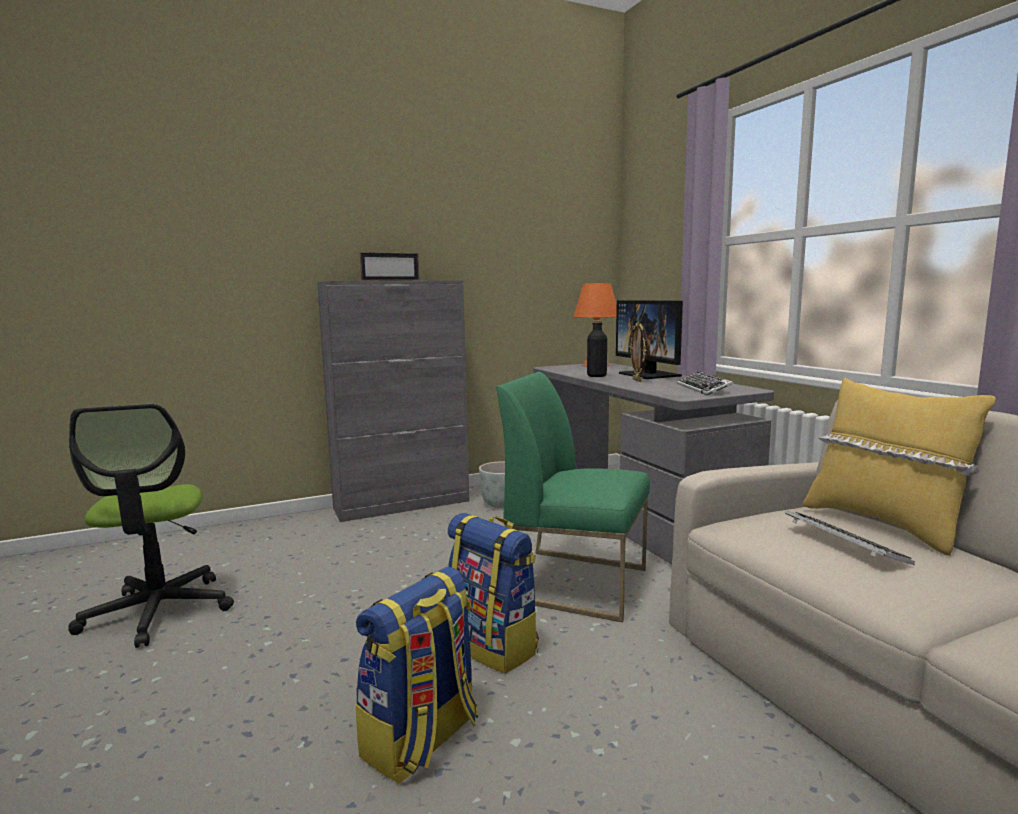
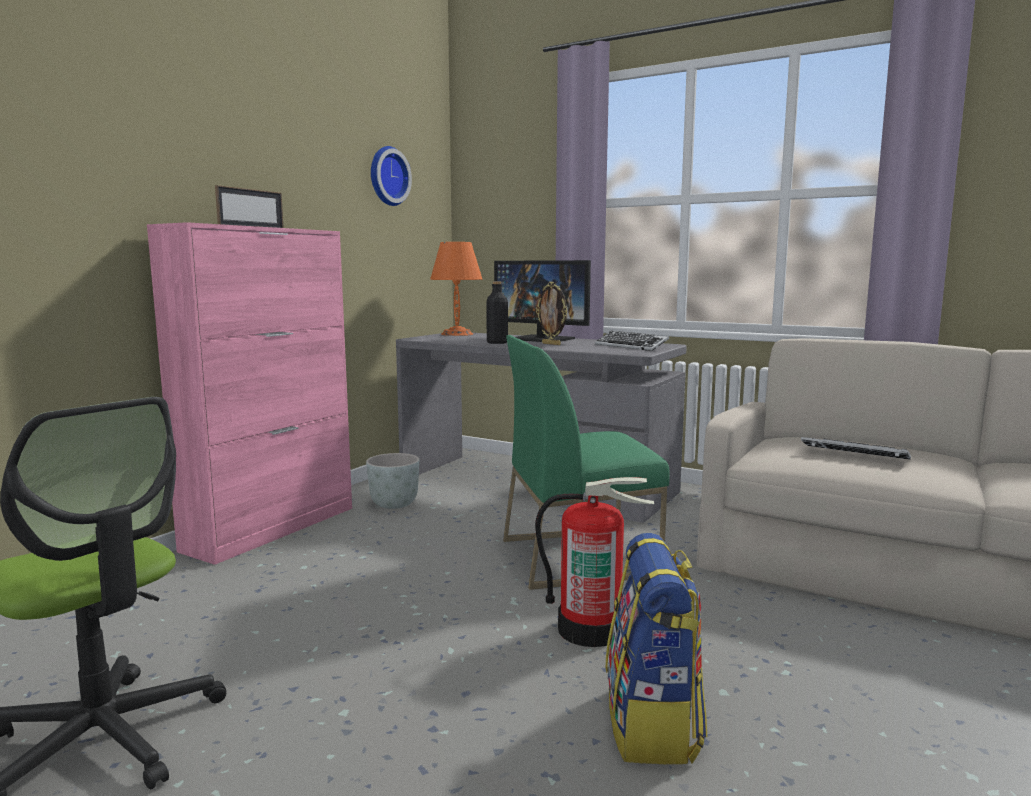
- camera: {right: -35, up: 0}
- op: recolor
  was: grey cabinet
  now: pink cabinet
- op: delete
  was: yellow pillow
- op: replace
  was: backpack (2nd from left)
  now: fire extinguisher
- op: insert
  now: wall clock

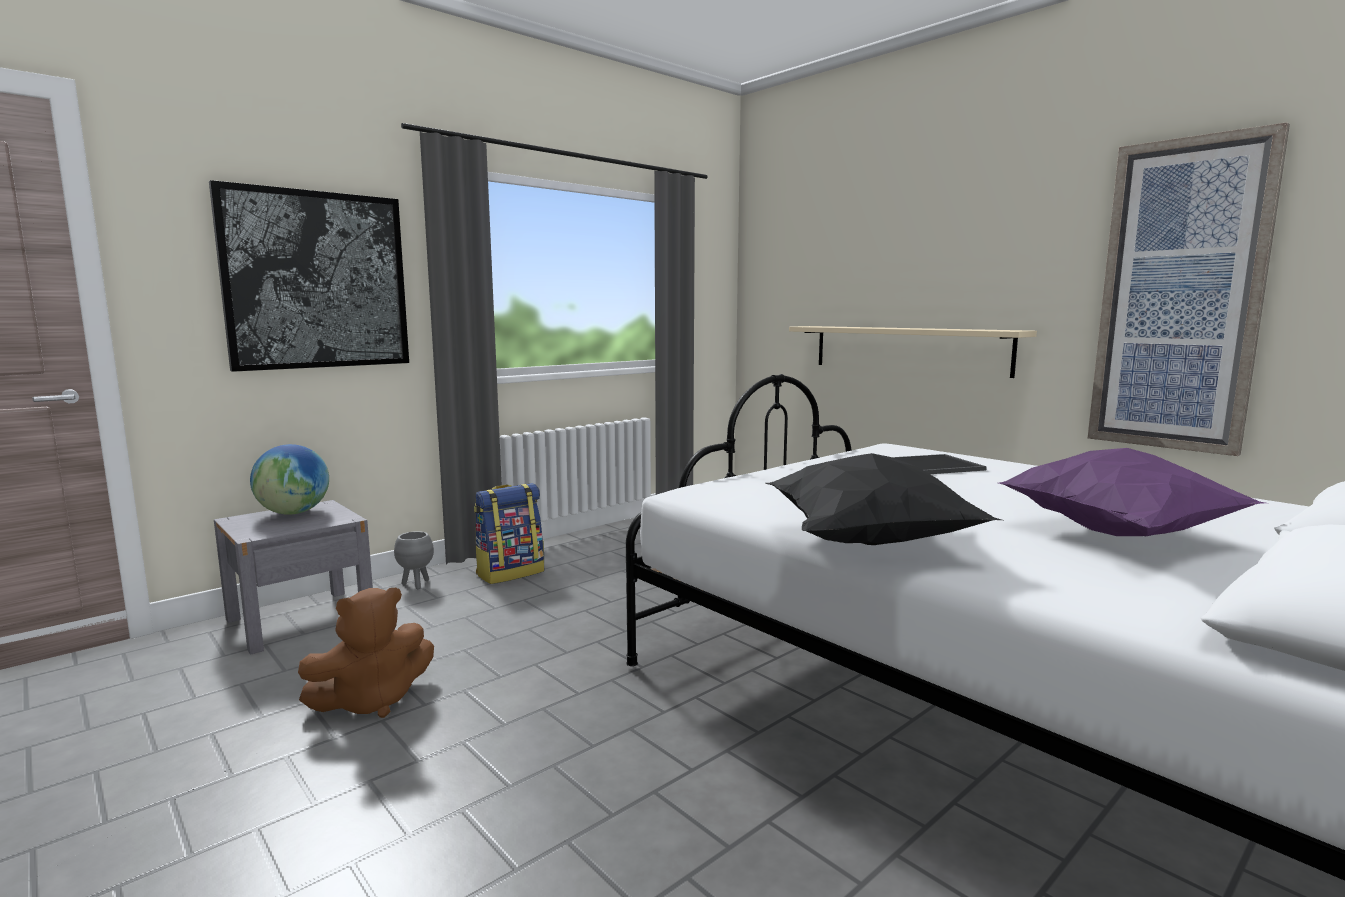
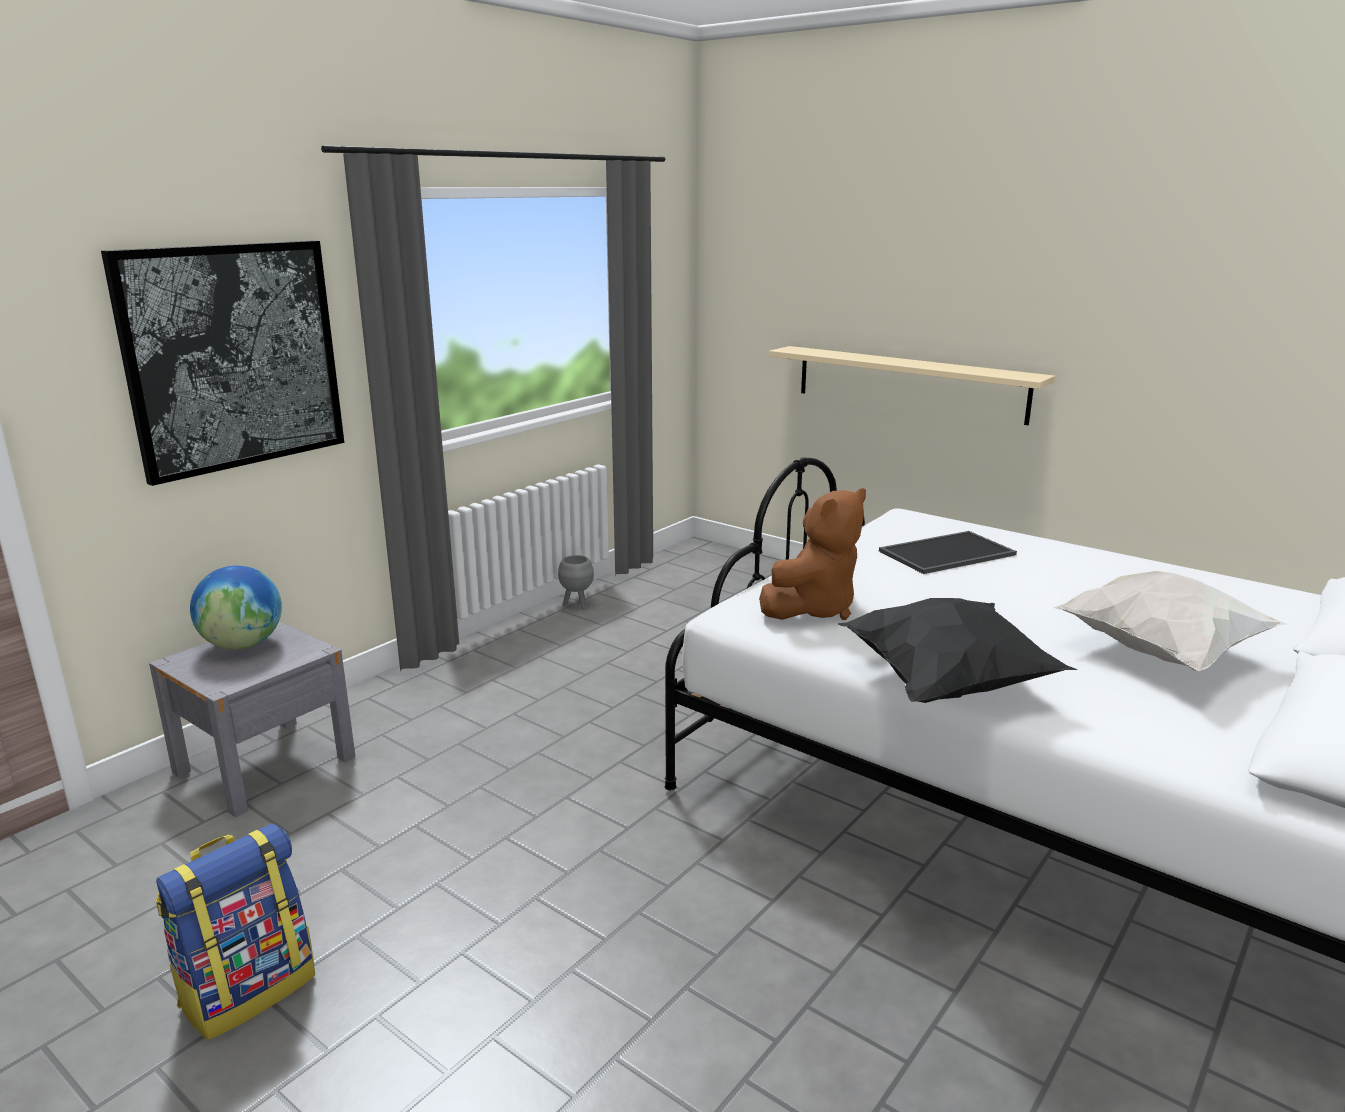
- camera: {right: -10, up: 10}
- op: delete
  was: picture (2nd from left)
- op: recolor
  was: purple pillow
  now: white pillow
- op: move
  was: backpack
- op: move
  was: grey planter
- op: move
  was: brown plush toy

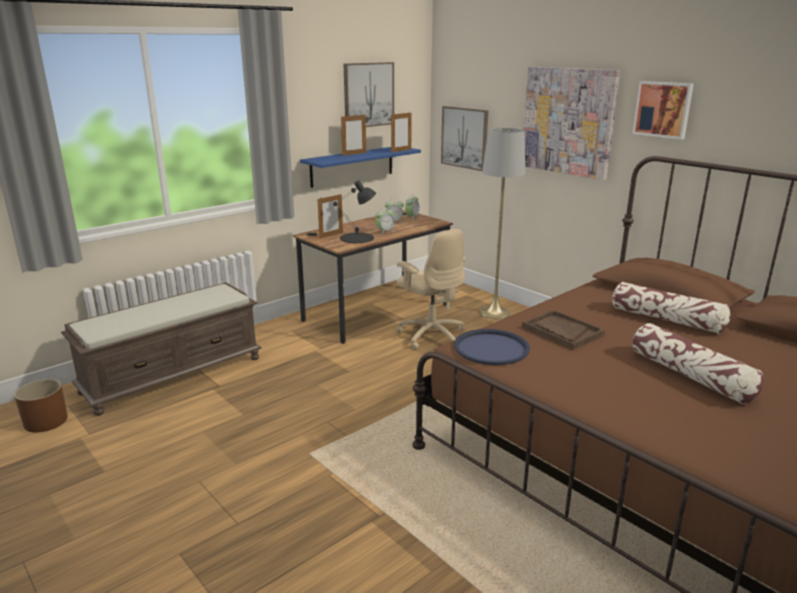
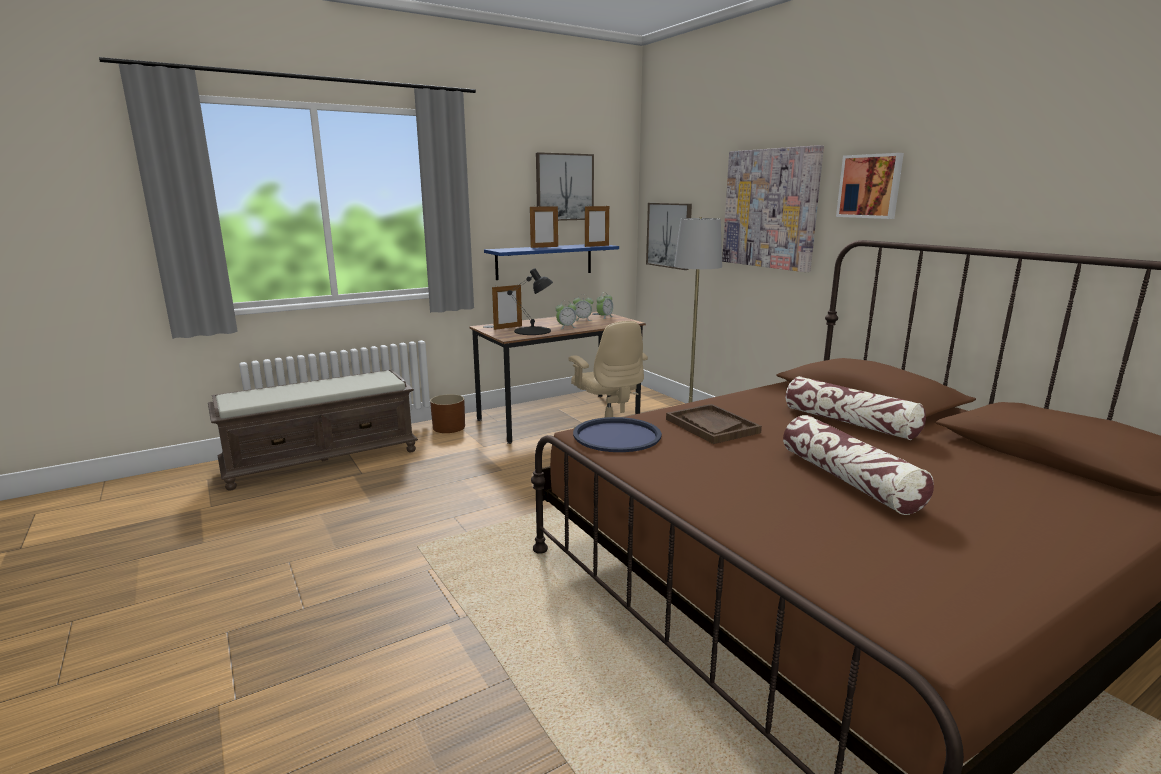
- camera: {right: 10, up: -5}
- op: move
  was: brown planter

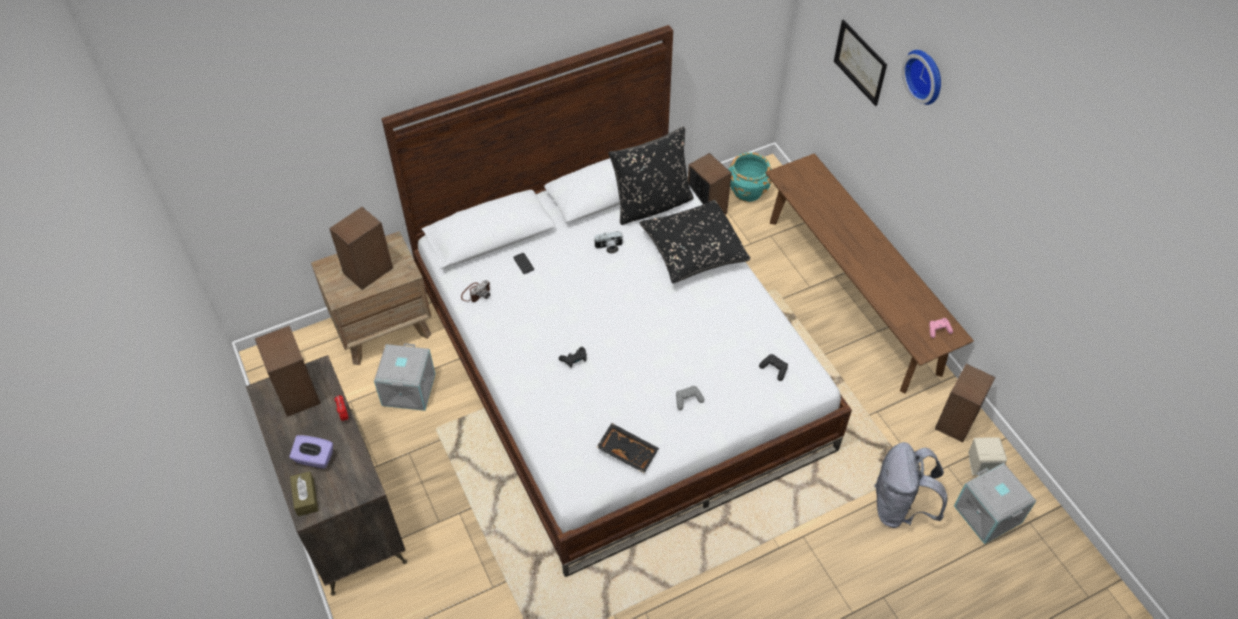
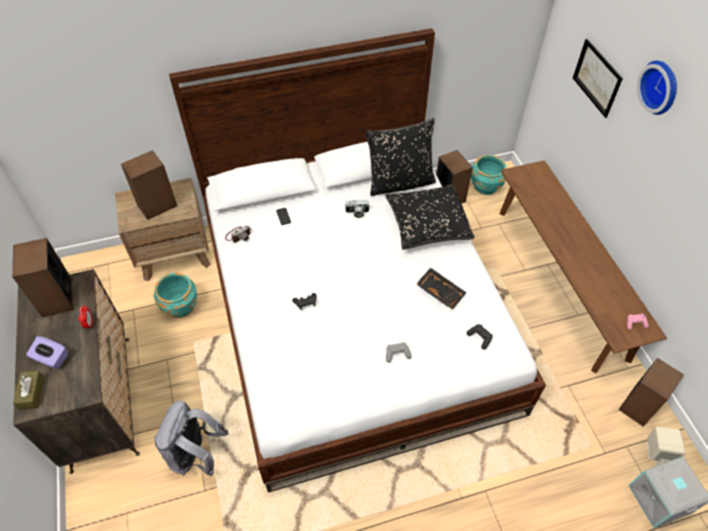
- camera: {right: 10, up: 0}
- op: replace
  was: grey storage box (1st from left)
  now: turquoise planter (1st from left)
- op: move
  was: black tray
- op: move
  was: grey backpack

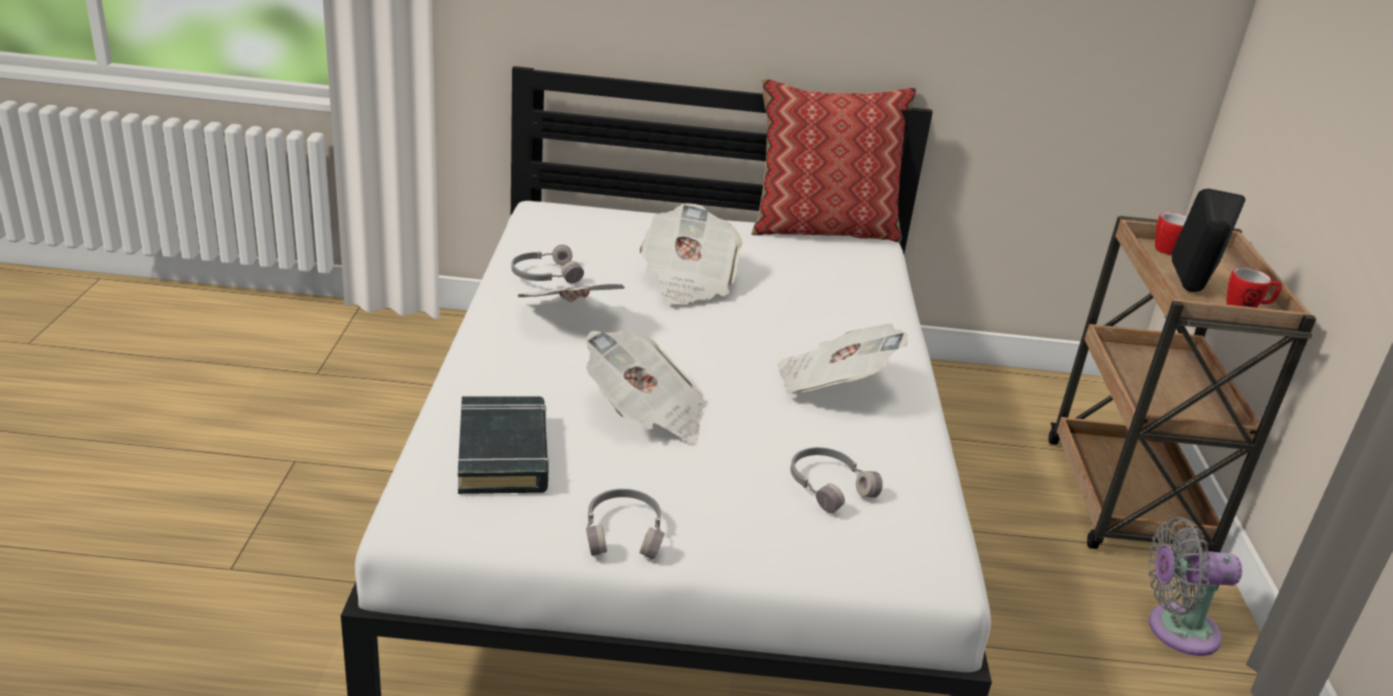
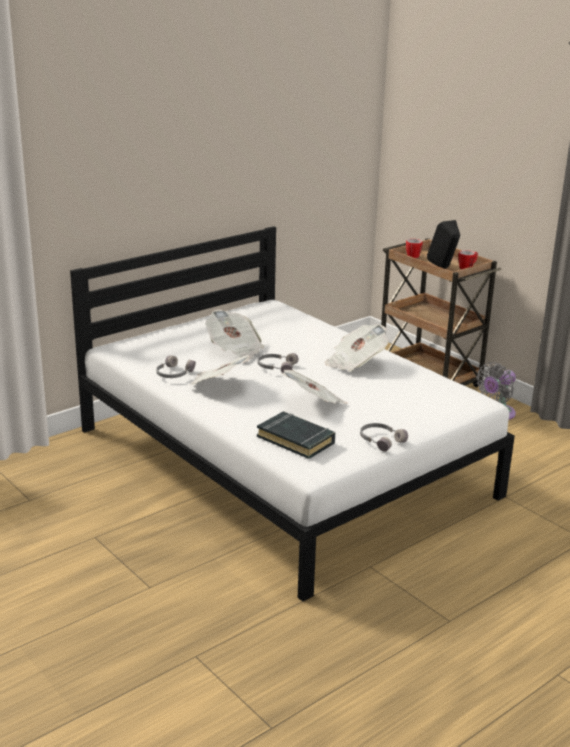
- camera: {right: -40, up: -5}
- op: delete
  was: pillow
- op: move
  was: grey headphones (3rd from left in the first image)
  now: grey headphones (2nd from left)

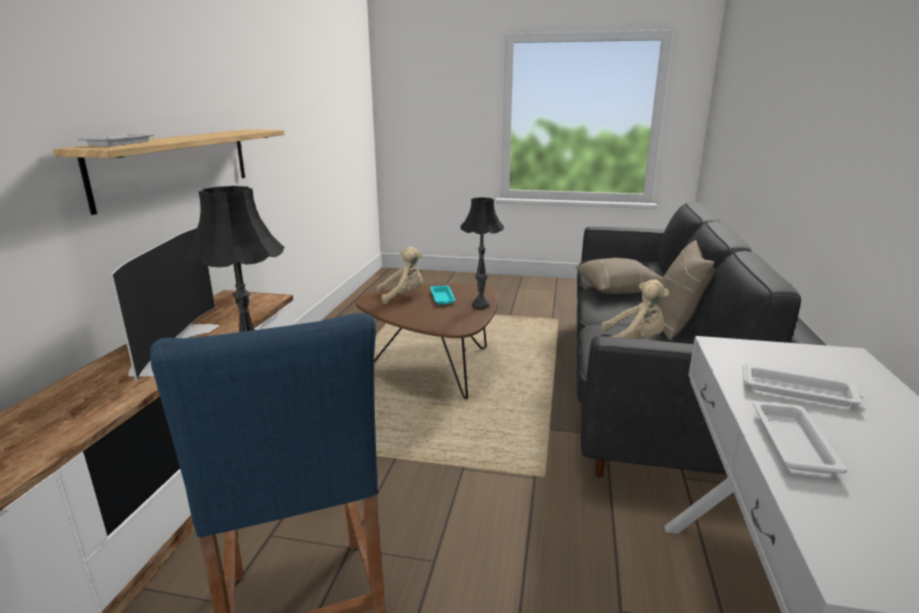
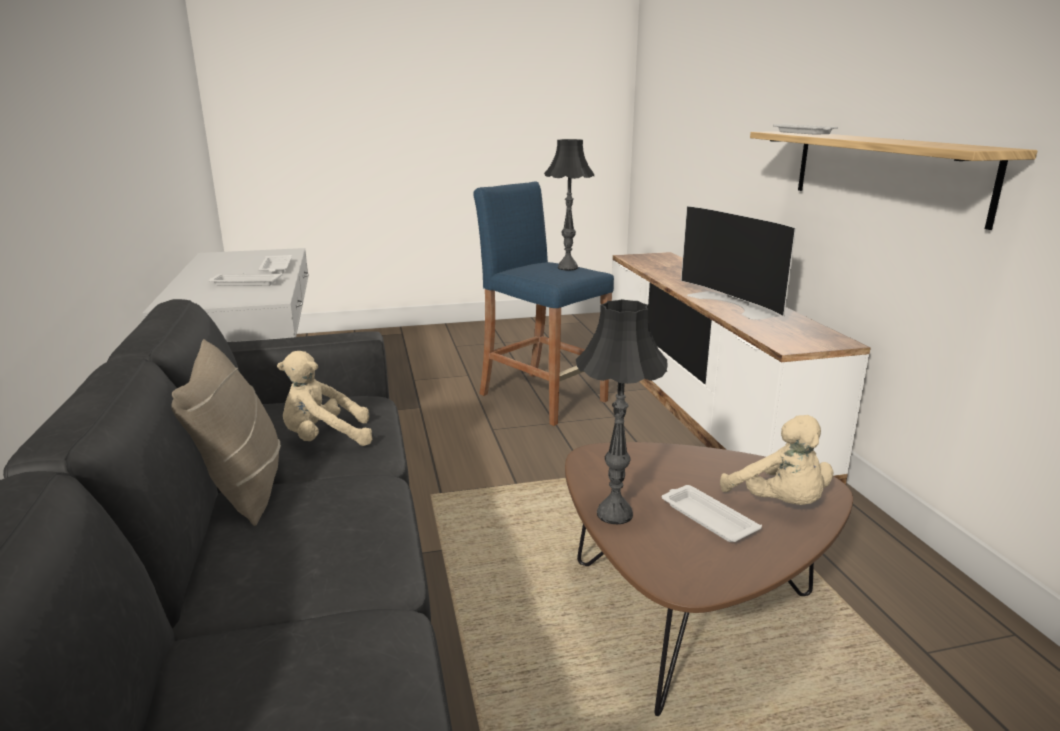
- camera: {right: 155, up: 0}
- op: rotate
  was: beige plush toy (1st from left in the first image)
  clockwise: -75
- op: delete
  was: beige pillow (1st from left)
- op: recolor
  was: turquoise tray
  now: white tray (3rd from left)

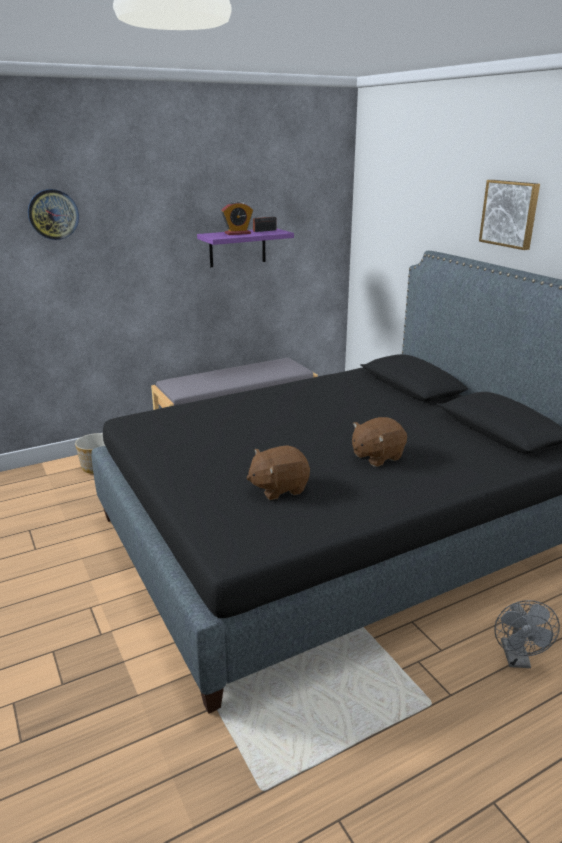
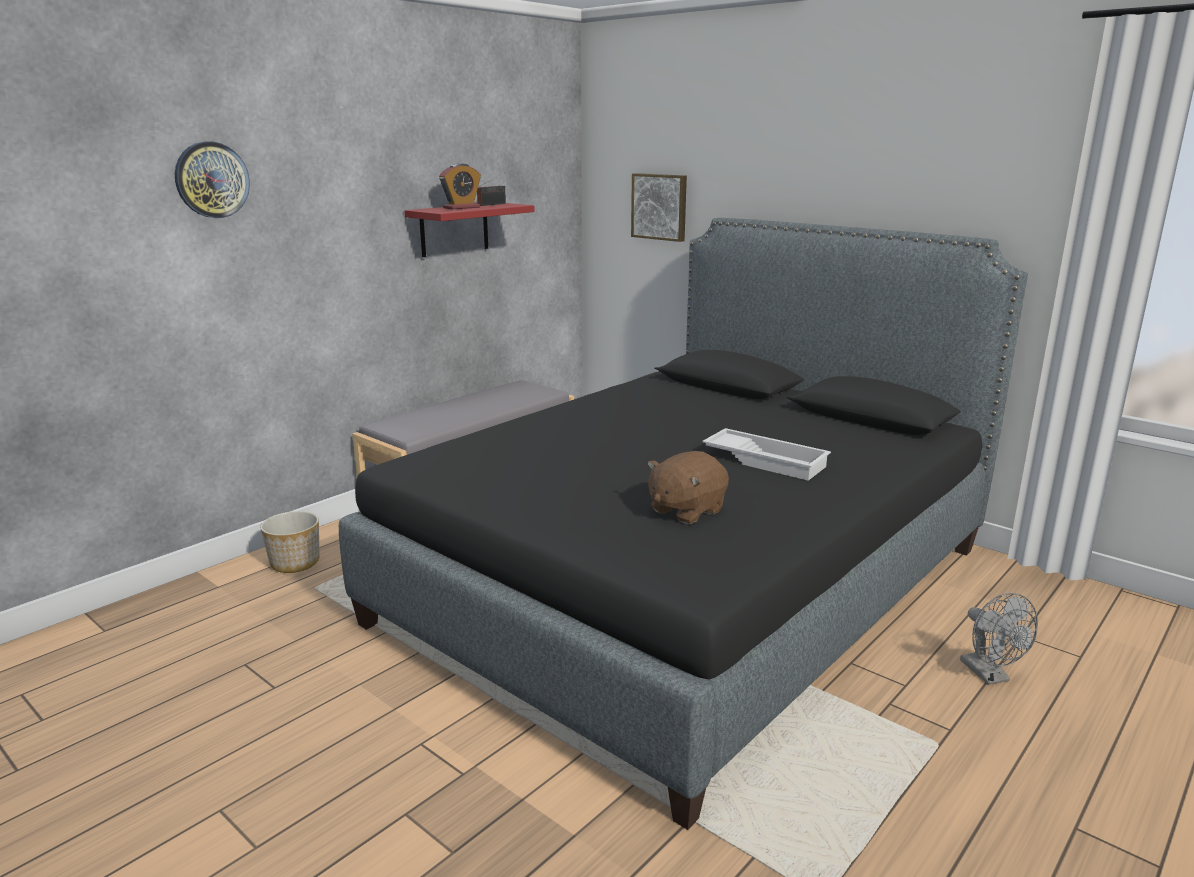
- camera: {right: -20, up: -5}
- op: move
  was: picture
- op: recolor
  was: purple shelf
  now: red shelf
- op: replace
  was: brown plush toy (2nd from left)
  now: white tray

